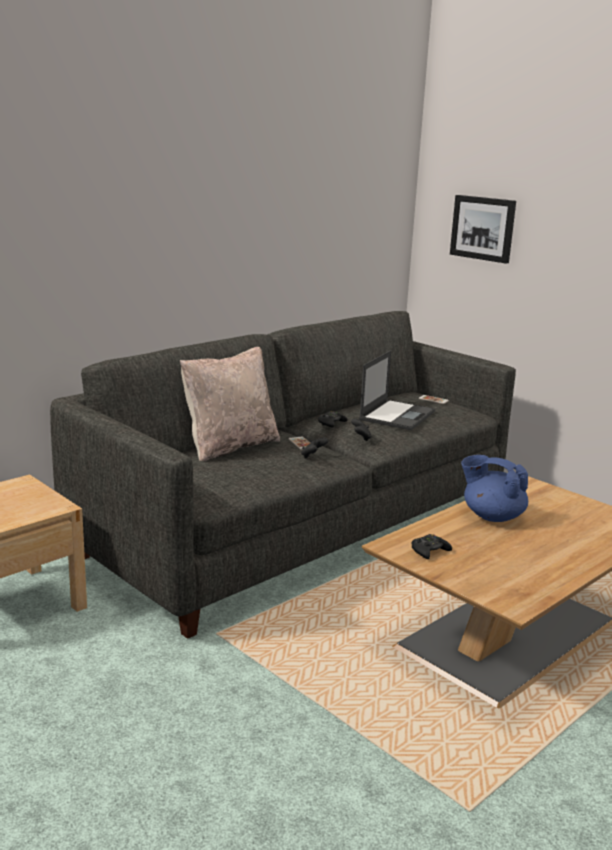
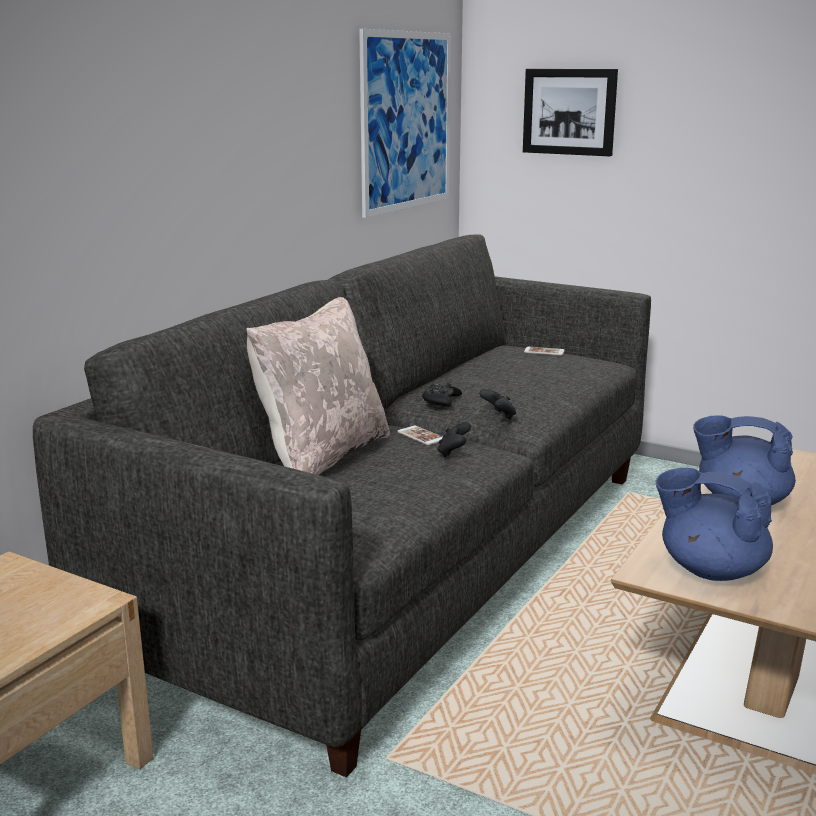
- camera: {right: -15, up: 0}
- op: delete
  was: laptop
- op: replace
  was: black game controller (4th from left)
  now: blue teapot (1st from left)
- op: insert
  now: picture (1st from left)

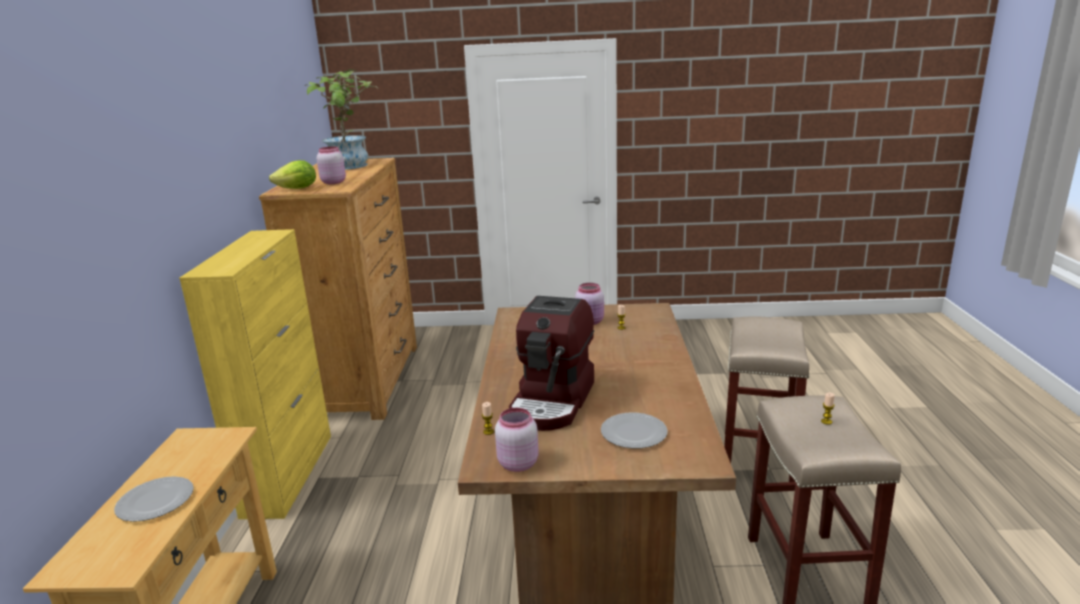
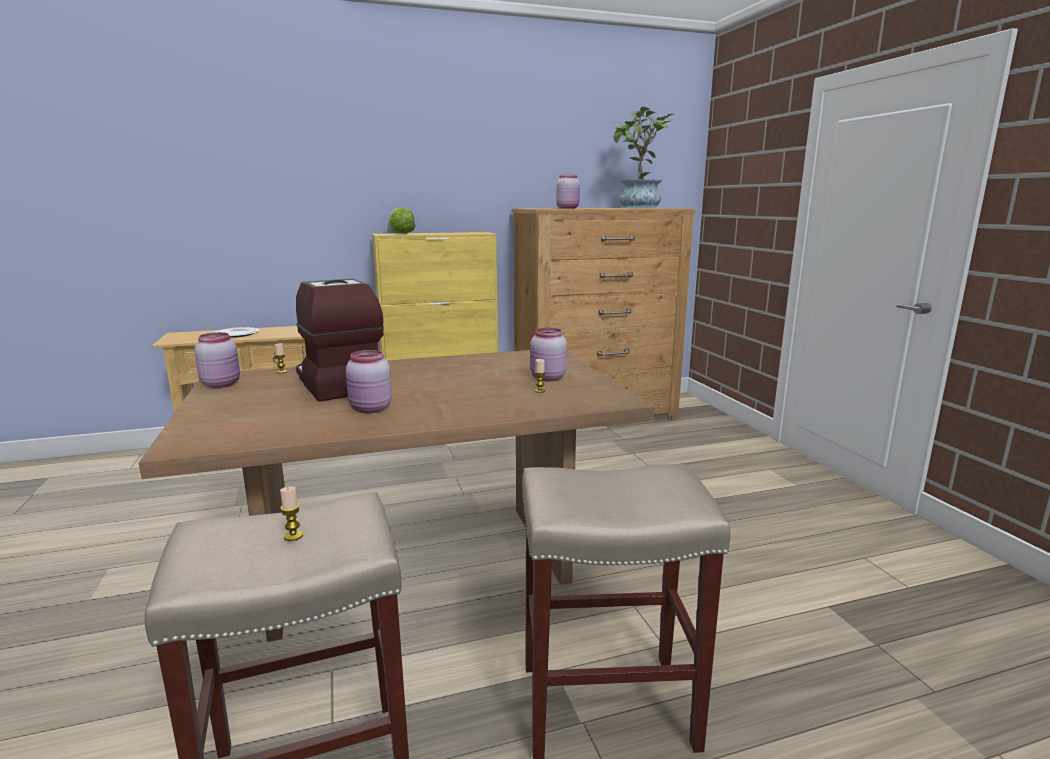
- camera: {right: 70, up: -5}
- op: move
  was: lettuce
- op: rotate
  was: coffee machine
  clockwise: 60
- op: delete
  was: plate (2nd from left)
- op: insert
  now: pink jar (2nd from left)

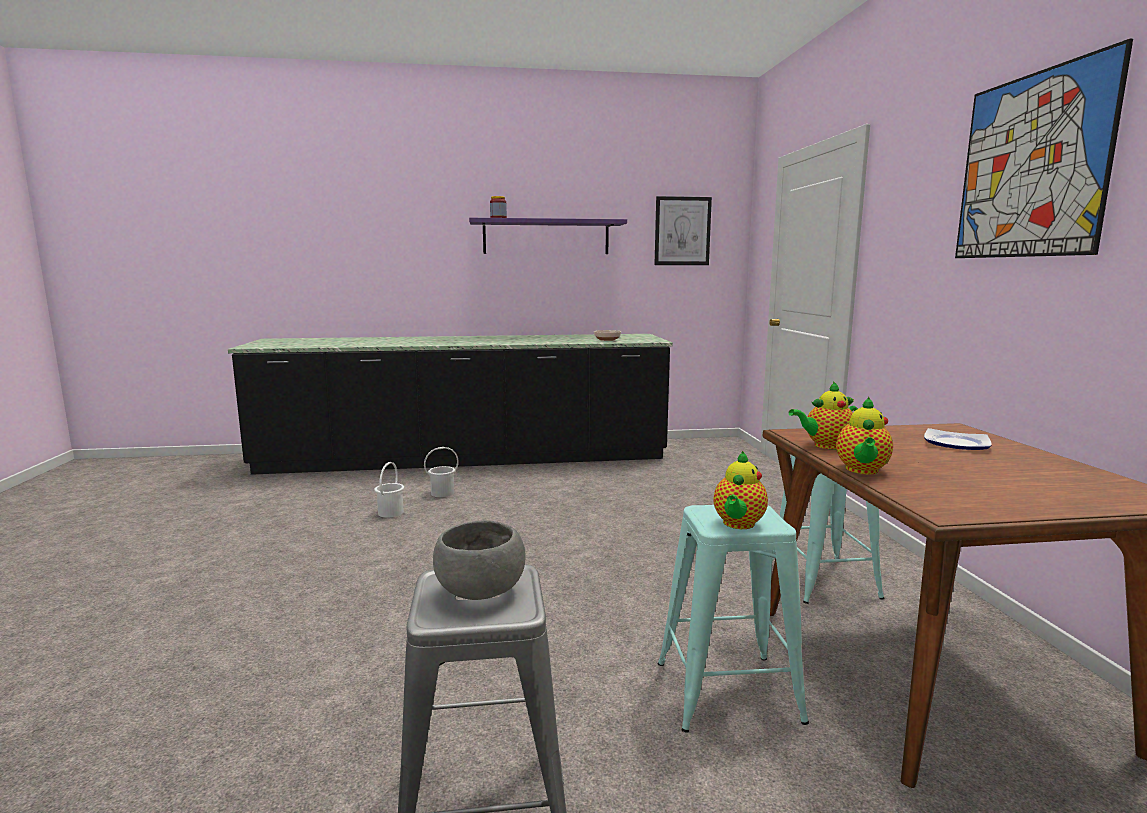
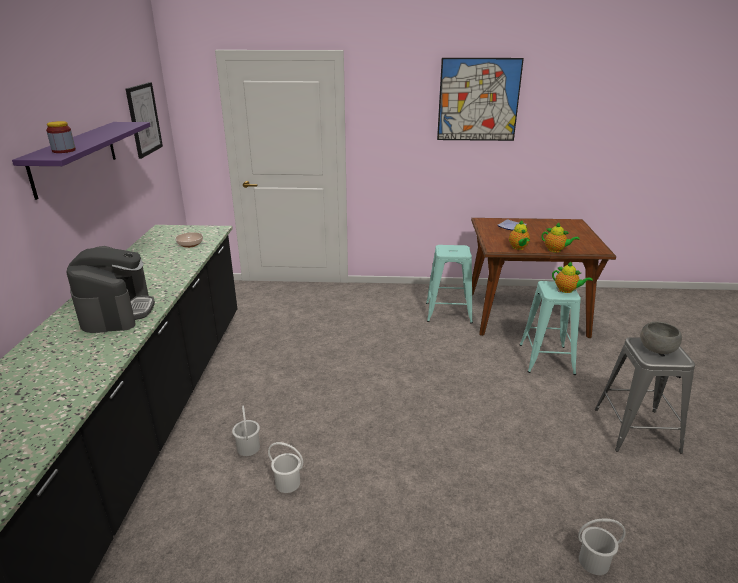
- camera: {right: -80, up: 15}
- op: insert
  now: coffee machine
- op: insert
  now: white bucket (3rd from left)

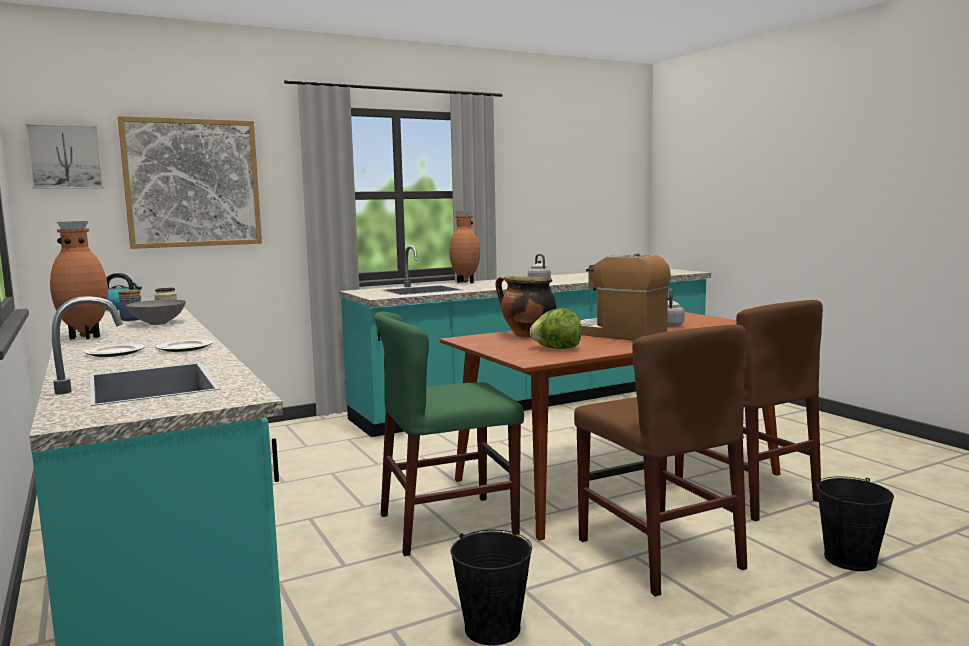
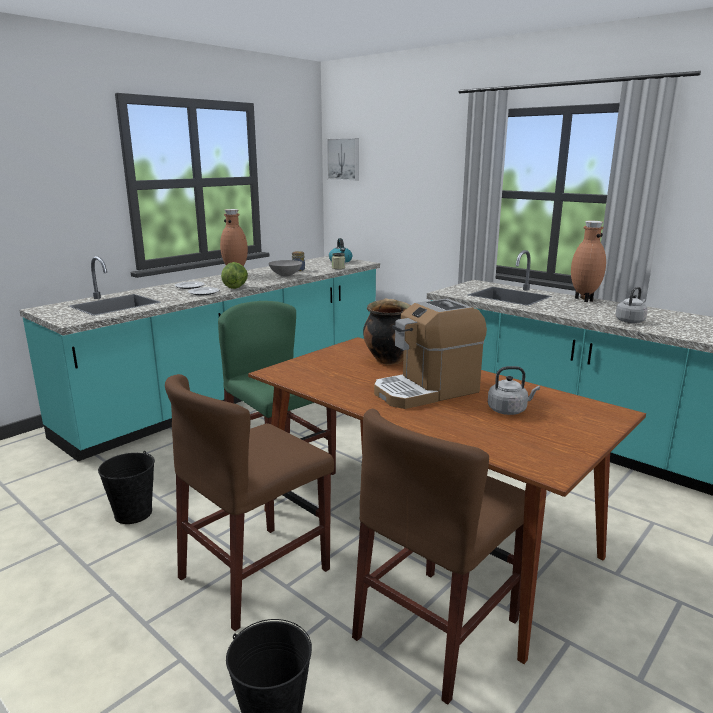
- camera: {right: 70, up: 10}
- op: delete
  was: picture (2nd from left)
- op: rotate
  was: coffee machine
  clockwise: -135
- op: move
  was: lettuce

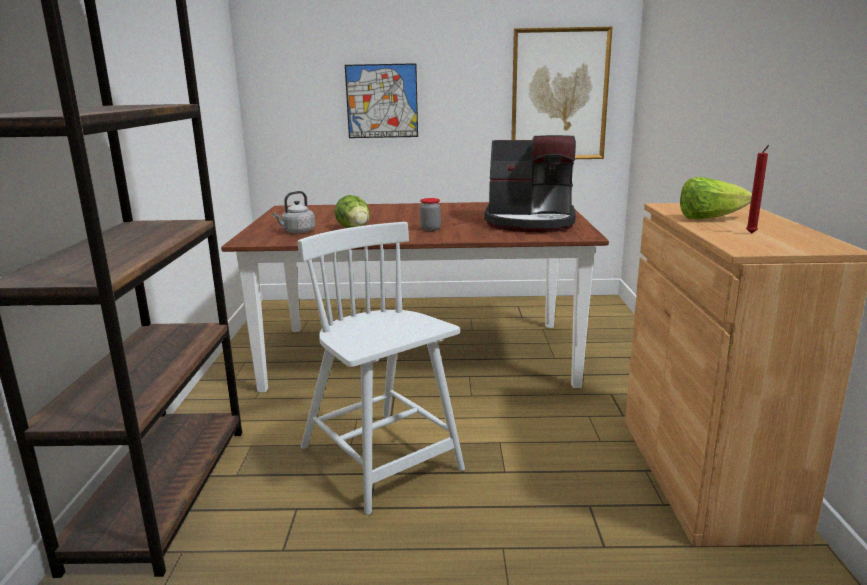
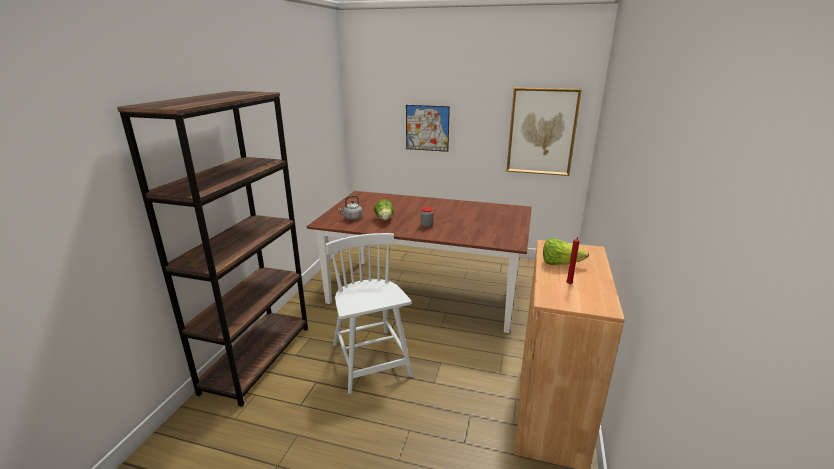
- camera: {right: 15, up: 5}
- op: delete
  was: coffee machine

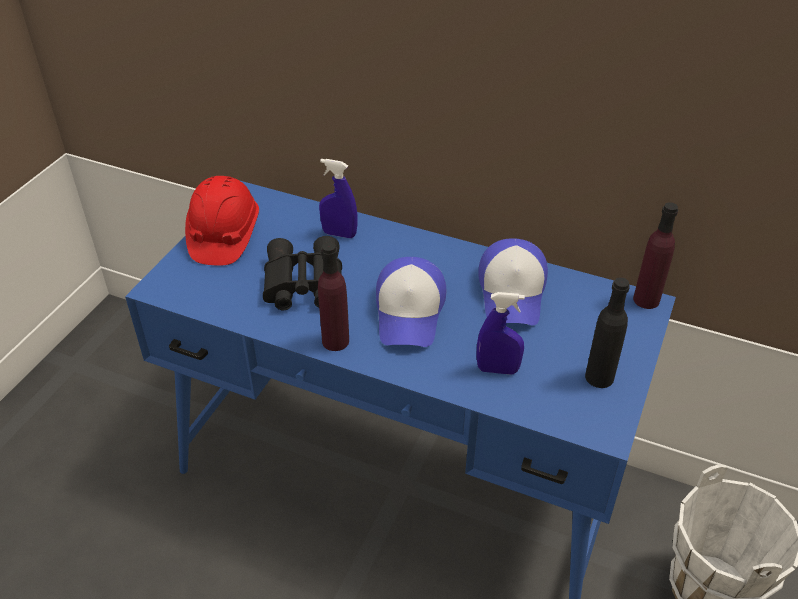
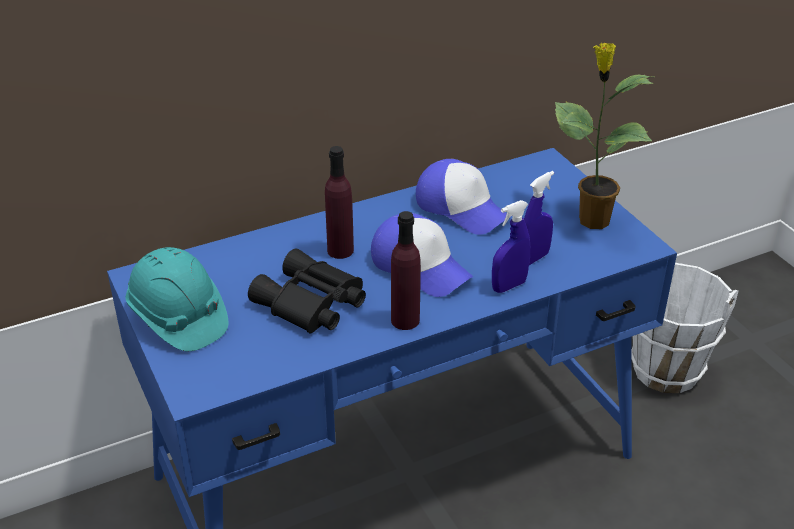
- camera: {right: -50, up: -5}
- op: move
  was: blue spray bottle (1st from left)
- op: recolor
  was: red hard hat
  now: turquoise hard hat
- op: move
  was: purple bottle (2nd from left in the first image)
  now: purple bottle (1st from left)
- op: replace
  was: black bottle
  now: potted plant

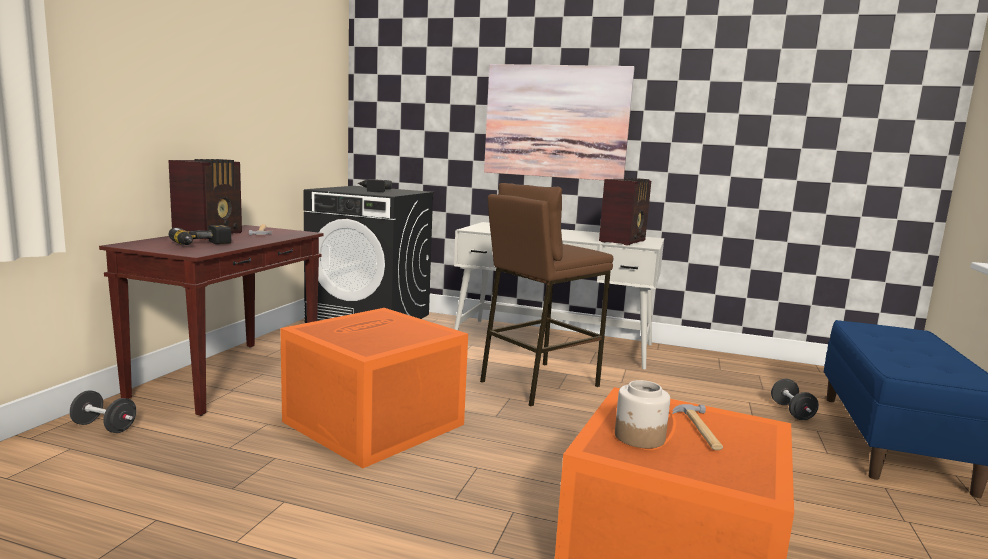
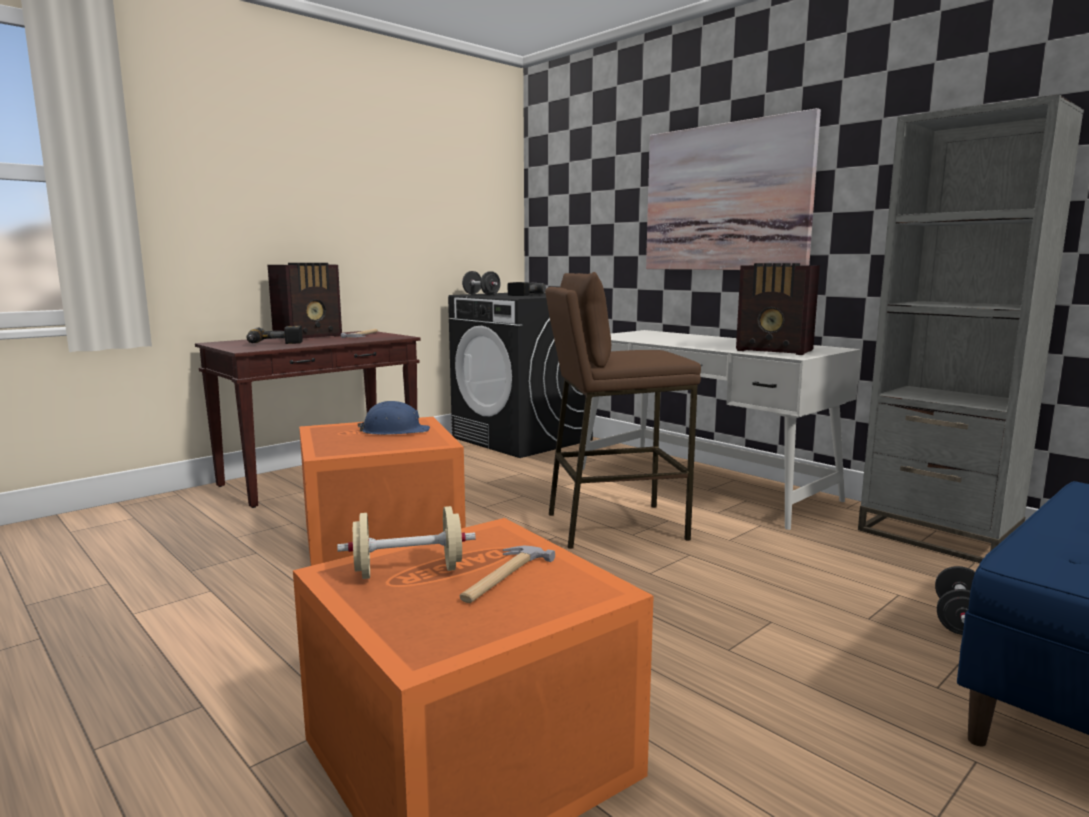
- camera: {right: 30, up: 0}
- op: rotate
  was: radio (2nd from left)
  clockwise: 60
- op: replace
  was: jar
  now: beige dumbbell
- op: move
  was: black dumbbell (1st from left)
- op: insert
  now: grey bookcase
- op: insert
  now: blue hard hat

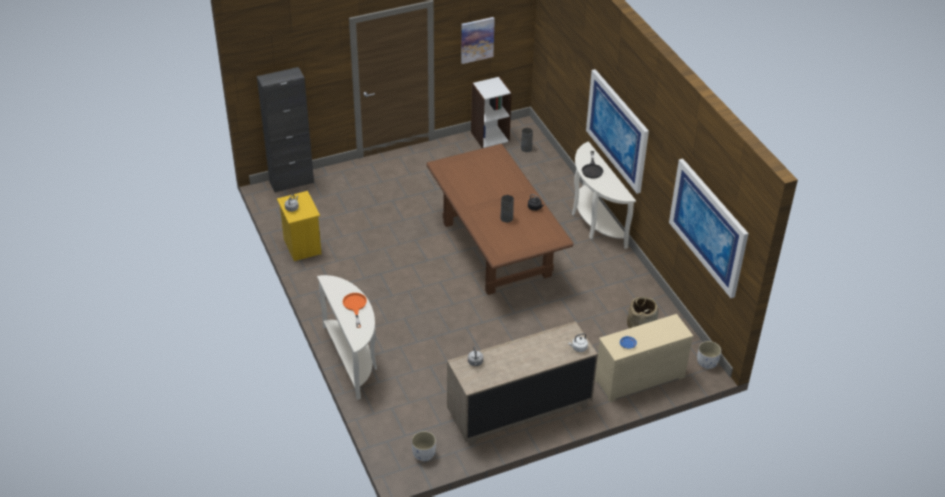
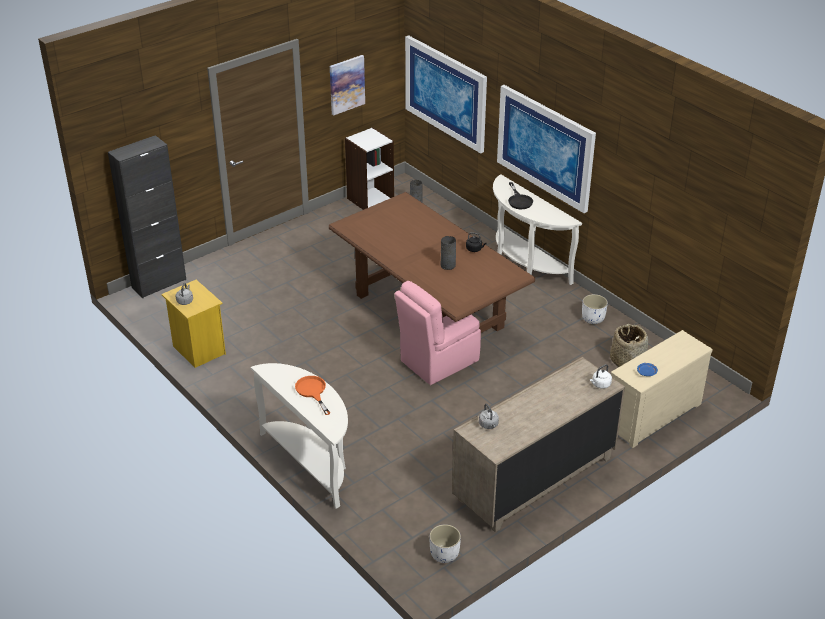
- camera: {right: -15, up: -5}
- op: move
  was: picture (3rd from left in the first image)
  now: picture (2nd from left)
- op: move
  was: white planter (2nd from left)
- op: insert
  now: pink chair

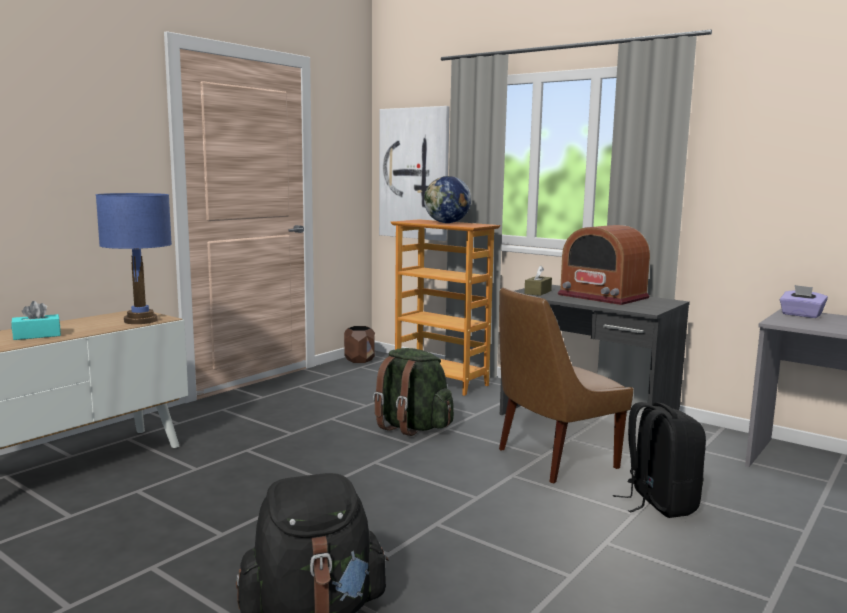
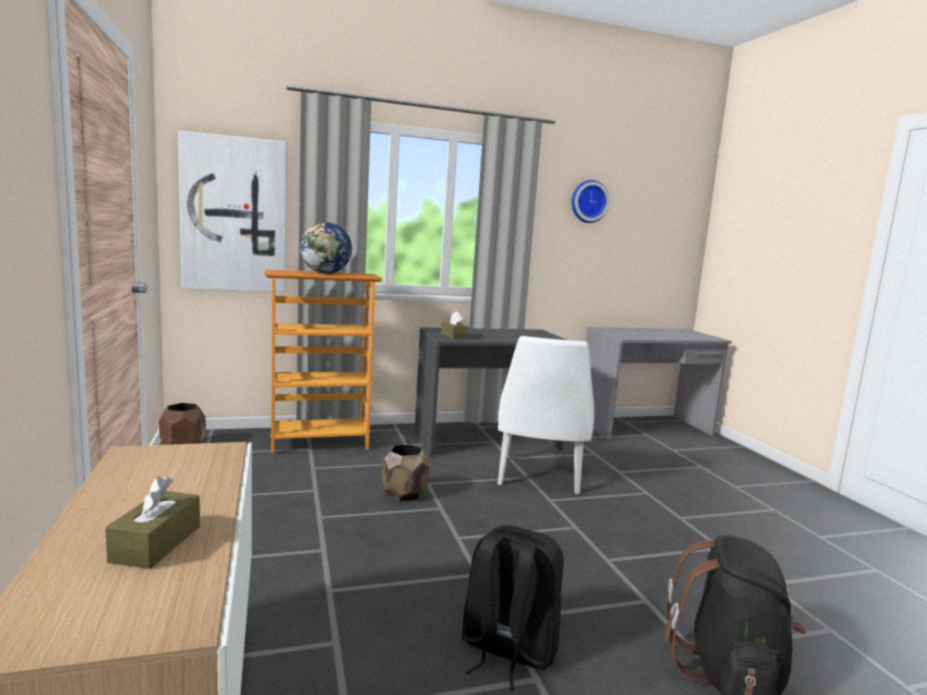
- camera: {right: -55, up: 0}
- op: delete
  was: blue table lamp
- op: delete
  was: radio
- op: delete
  was: purple tissue box
- op: recolor
  was: brown chair
  now: white chair
- op: recolor
  was: turquoise tissue box
  now: brown tissue box (1st from left)
- op: replace
  was: green backpack
  now: brown planter (2nd from left)
- op: move
  was: black backpack (2nd from left in the first image)
  now: black backpack (1st from left)
- op: insert
  now: wall clock

